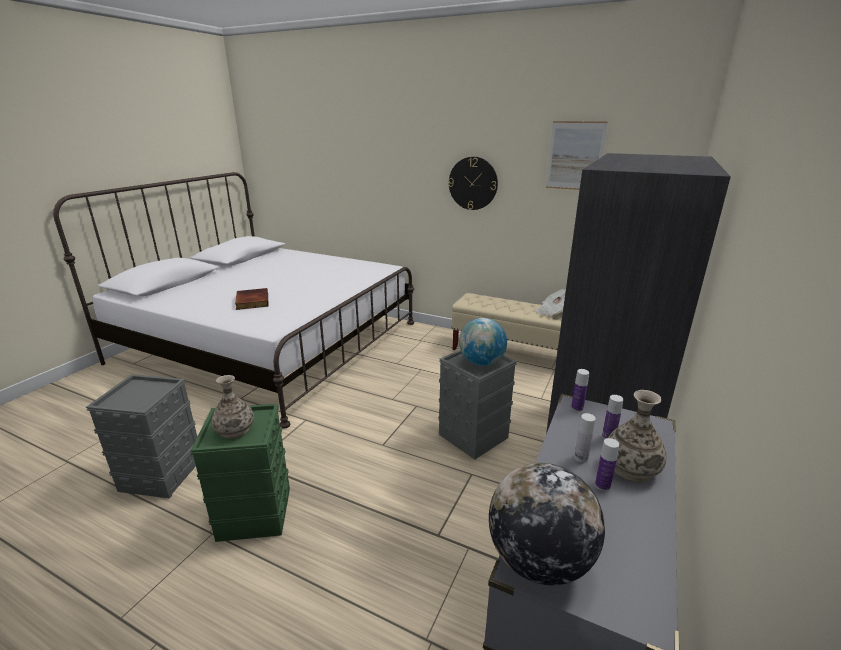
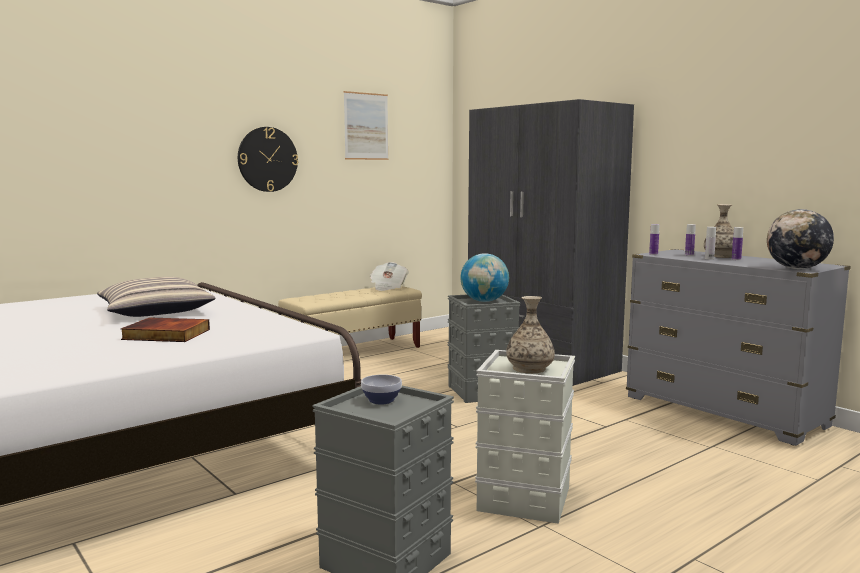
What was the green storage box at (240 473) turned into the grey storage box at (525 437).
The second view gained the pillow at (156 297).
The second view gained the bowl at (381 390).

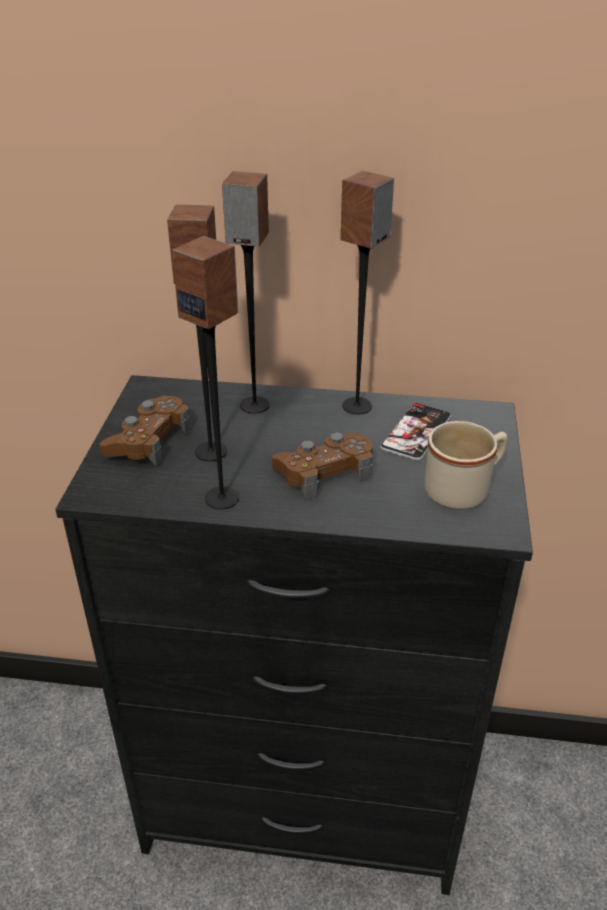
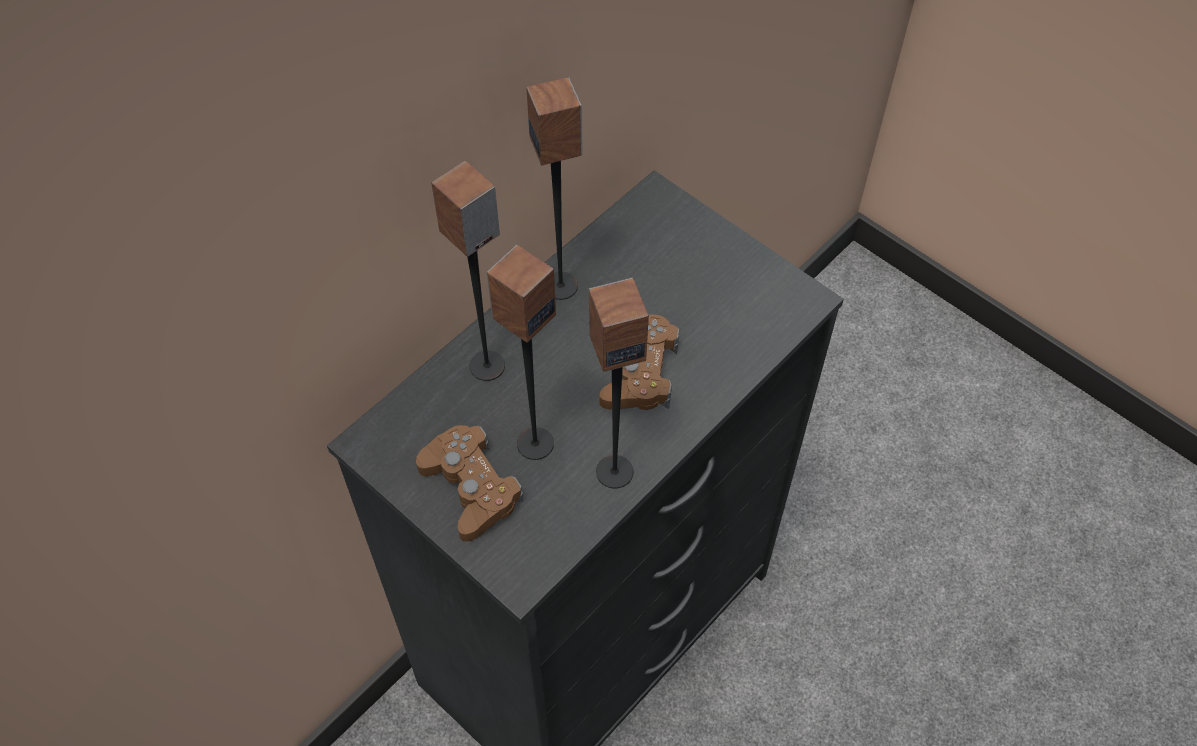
The second view lost the phone at (415 432).
The second view lost the beige mug at (465 465).

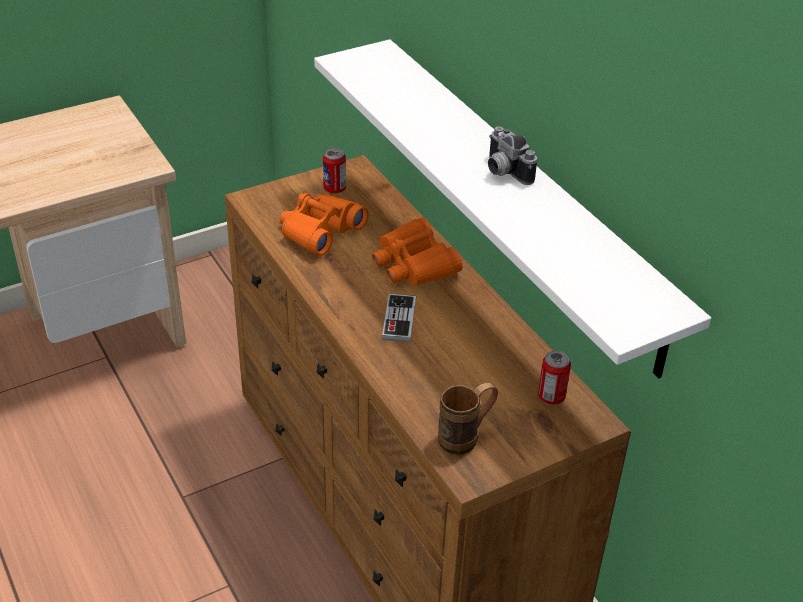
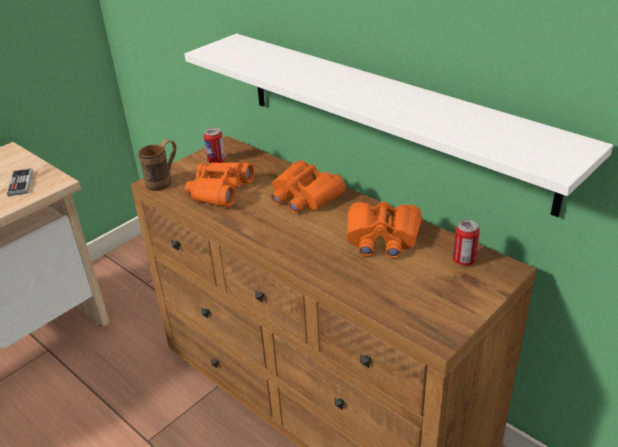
The second view lost the photo camera at (512 155).
The game controller ended up elsewhere, having gone from (399 318) to (20 182).
The brown mug ended up elsewhere, having gone from (468 419) to (157 165).
The second view gained the orange binoculars at (384 230).

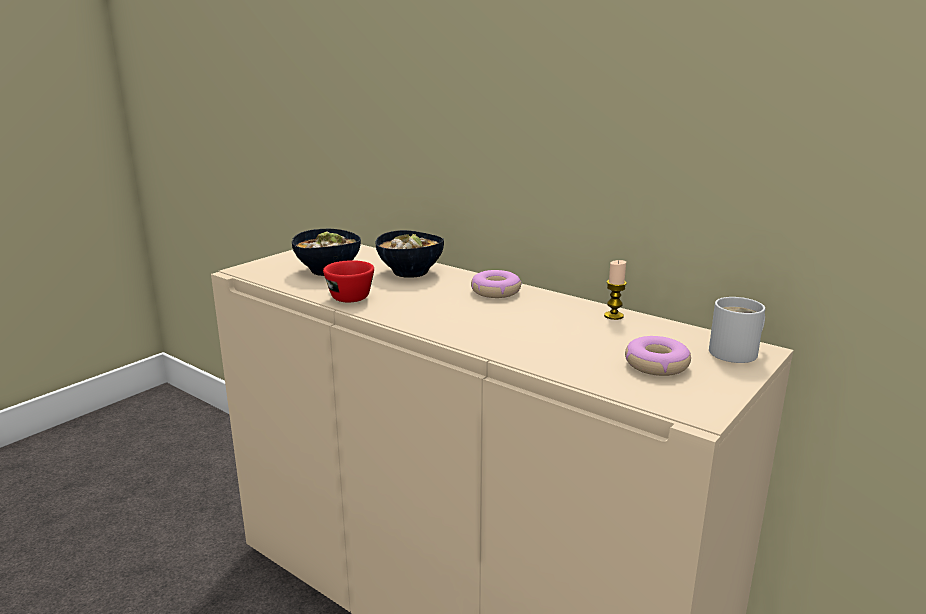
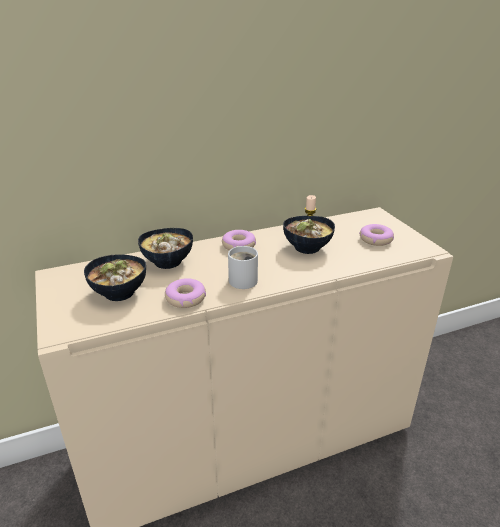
Where the red cup stood at (348 281), the donut came to stand at (185 293).
The white mug ended up elsewhere, having gone from (737 330) to (243 267).
The second view gained the bowl at (309 235).

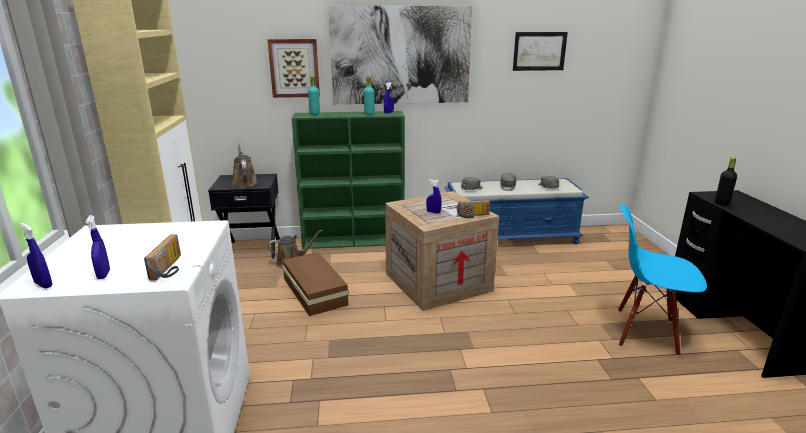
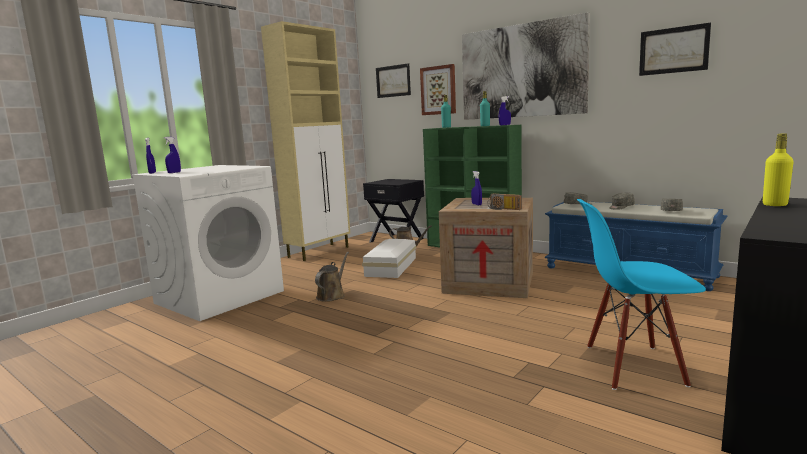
The brown watering can ended up elsewhere, having gone from (245 166) to (332 277).
What was the black bottle at (726 181) turned into the yellow bottle at (778 169).
The blue chair at (662 280) ended up facing another way, 60 degrees counterclockwise from before.
The second view lost the radio at (162 257).
What was the brown storage box at (315 284) turned into the white storage box at (389 258).
The second view gained the picture at (393 80).

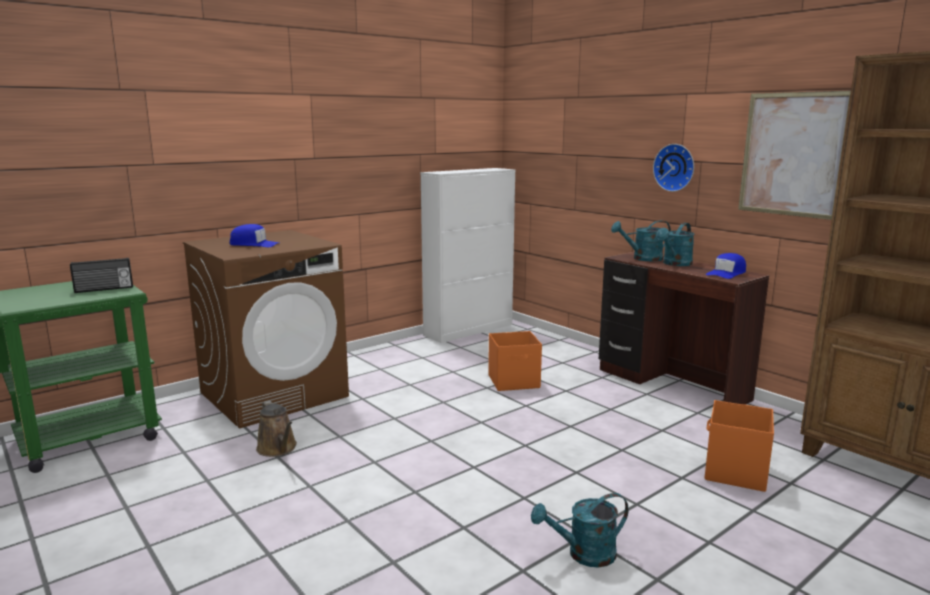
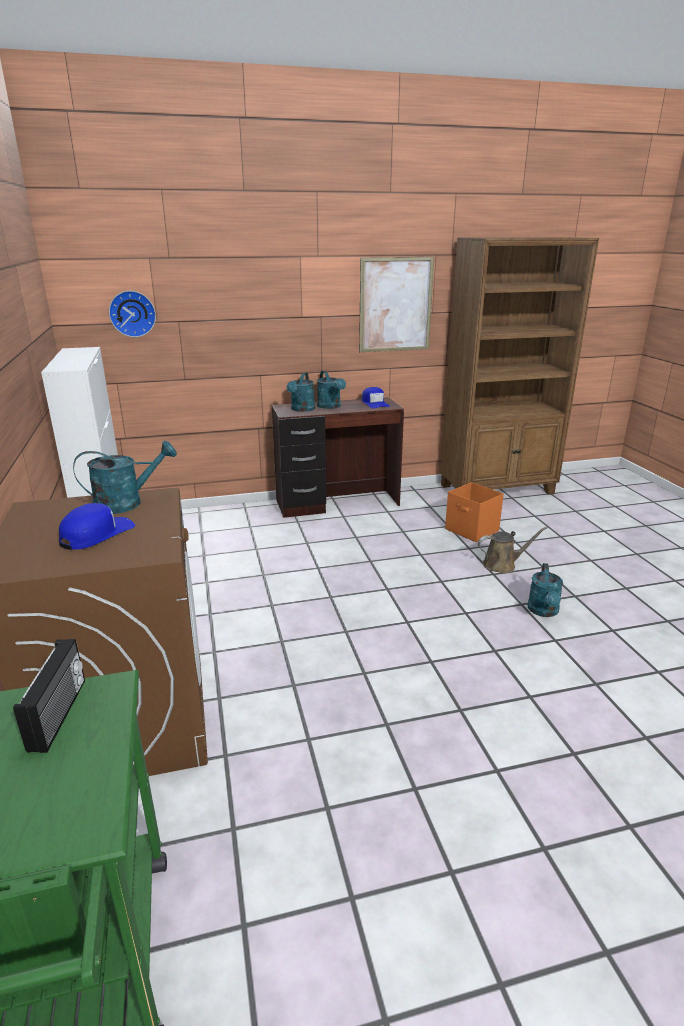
The wall clock ended up elsewhere, having gone from (673 168) to (132 314).
The second view lost the orange storage box at (515 361).
The brown watering can ended up elsewhere, having gone from (276 428) to (513 549).
The second view gained the turquoise watering can at (125 477).

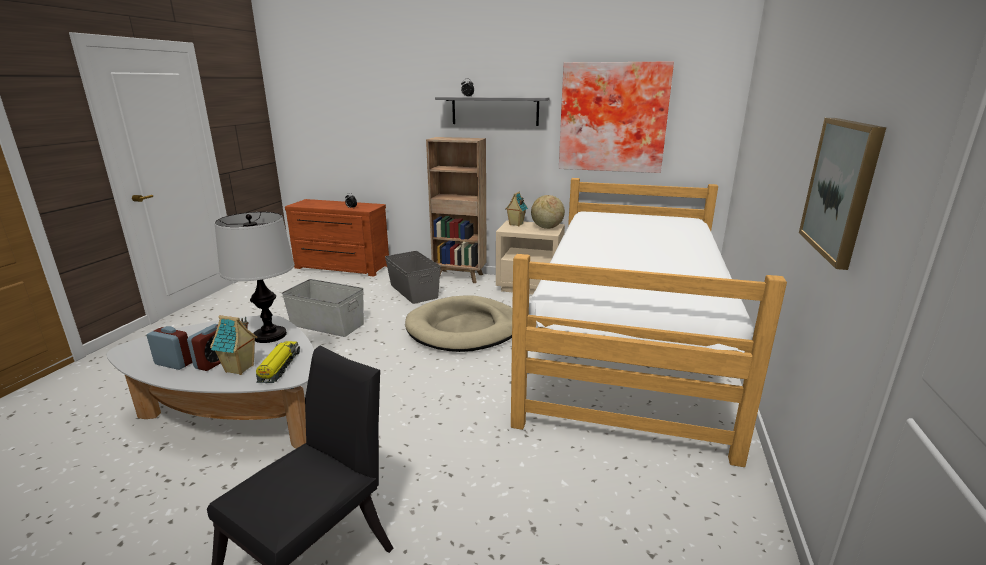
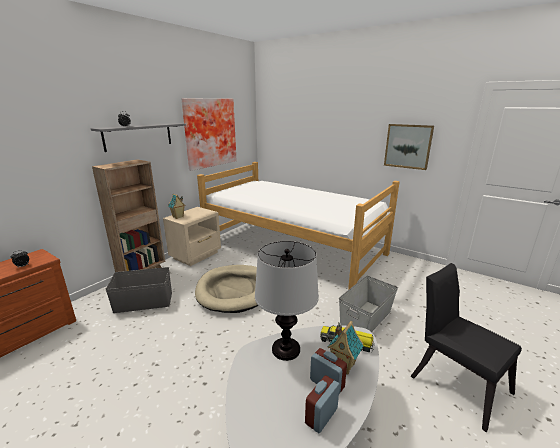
The second view lost the globe at (548 212).
The grey storage box ended up elsewhere, having gone from (323 308) to (368 304).

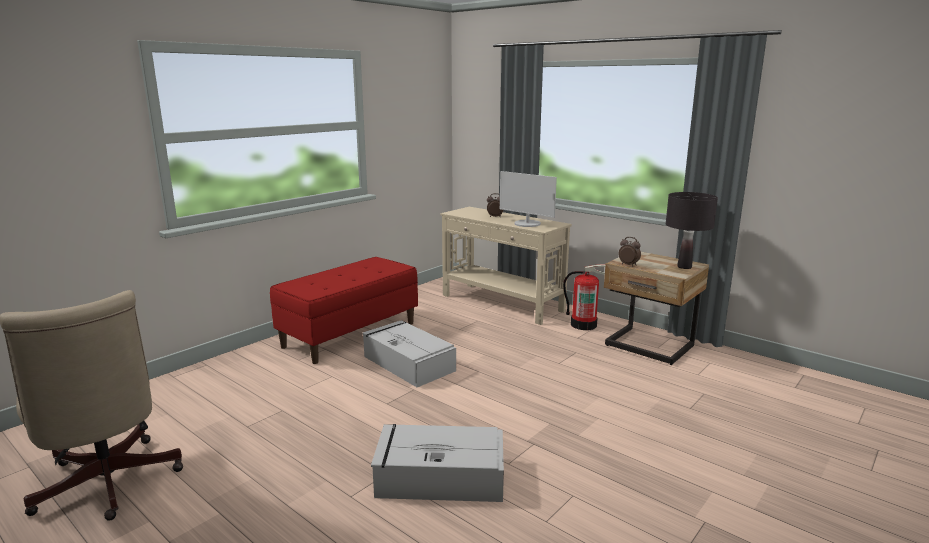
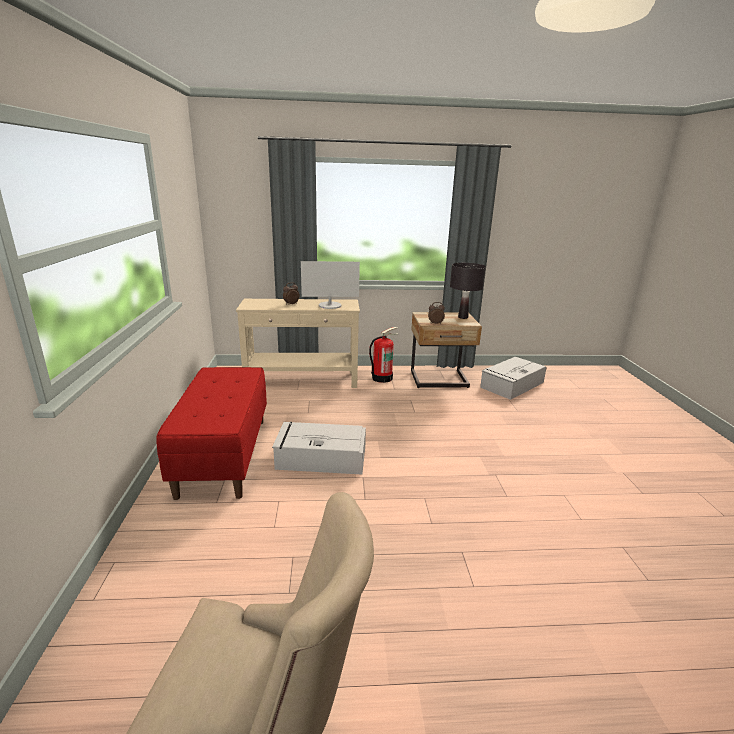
The grey storage box ended up elsewhere, having gone from (437 463) to (513 378).

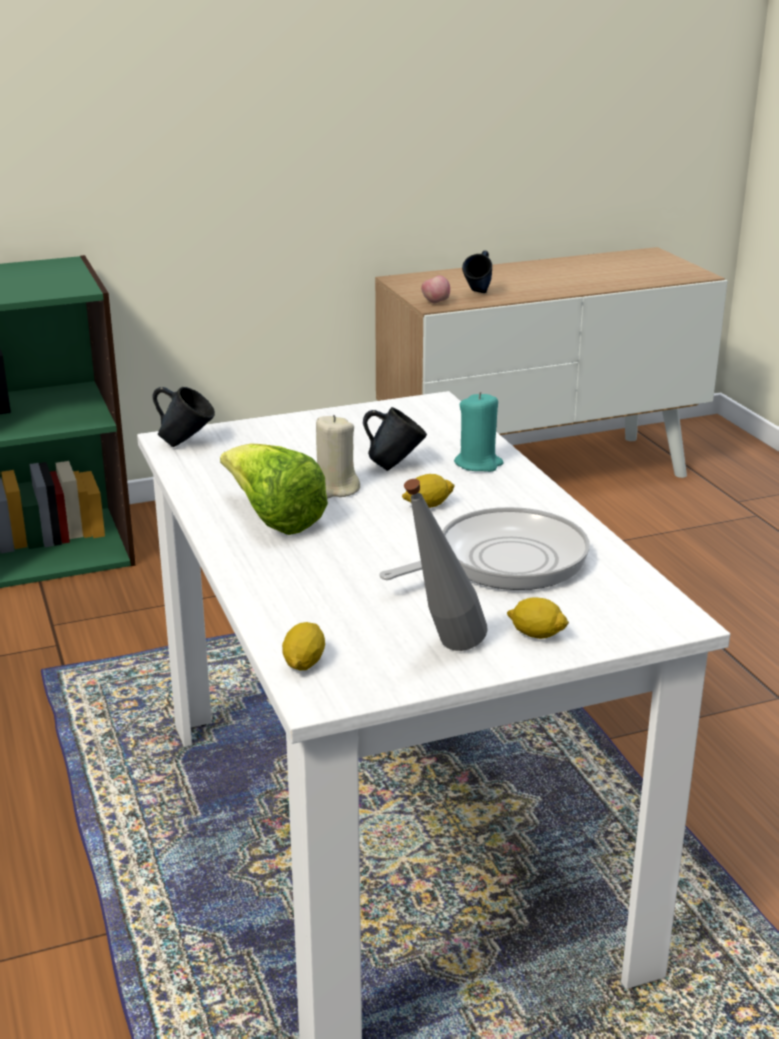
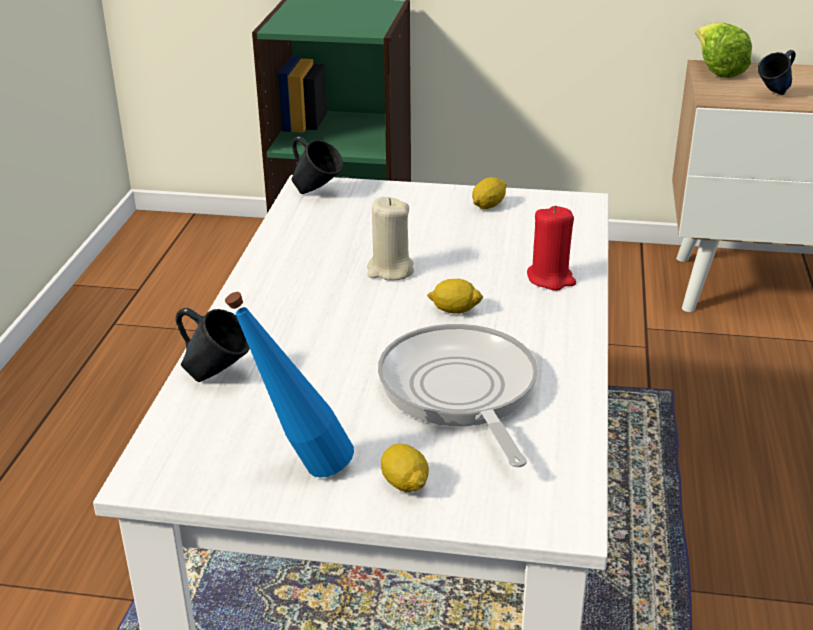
The second view lost the apple at (435 290).
What was the turquoise candle at (479 432) turned into the red candle at (551 248).
The blue mug ended up elsewhere, having gone from (395 439) to (212 345).
The lettuce ended up elsewhere, having gone from (274 489) to (724 50).
What was the grey bottle at (446 565) turned into the blue bottle at (289 385).
The frying pan at (484 548) ended up facing another way, 105 degrees counterclockwise from before.
The lemon ended up elsewhere, having gone from (303 646) to (489 193).

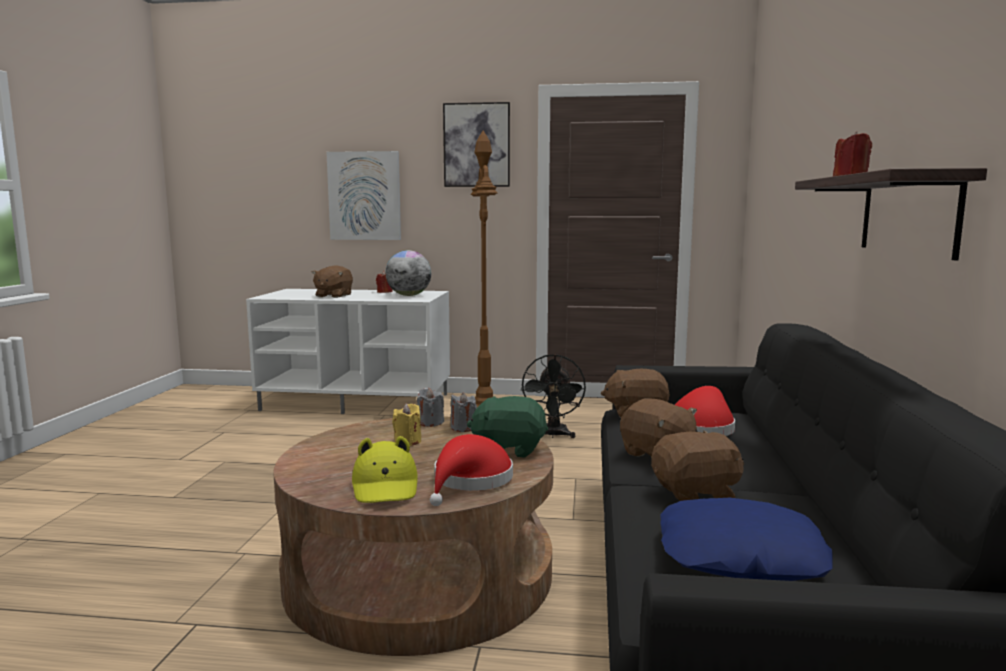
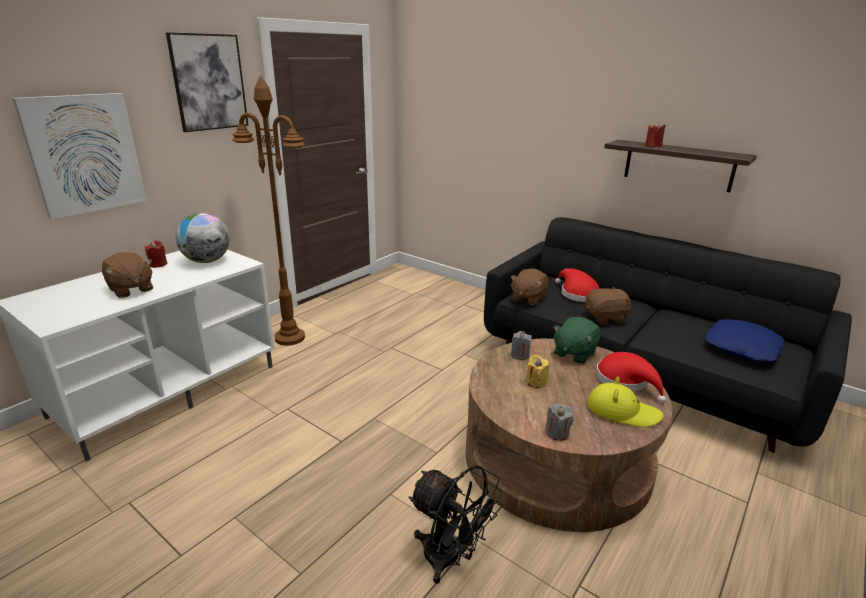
The black fan ended up elsewhere, having gone from (553 396) to (456 525).
The grey candle ended up elsewhere, having gone from (430 407) to (559 422).
The second view lost the brown plush toy at (697 465).

